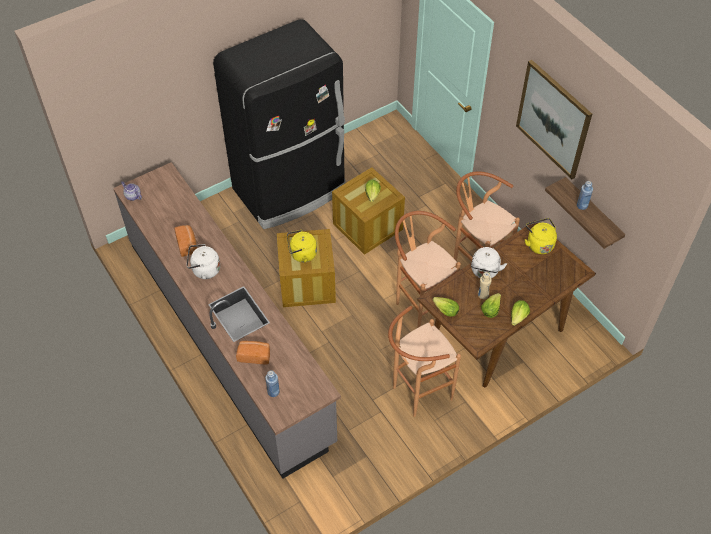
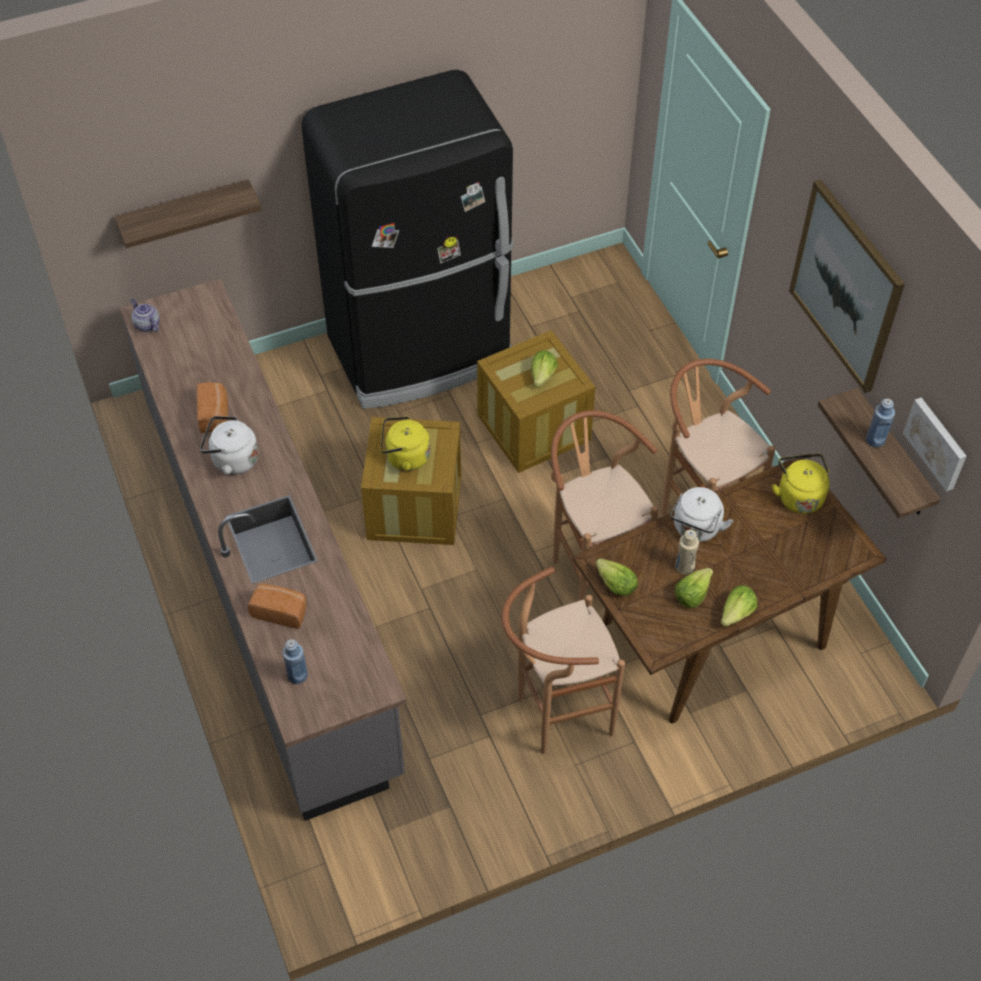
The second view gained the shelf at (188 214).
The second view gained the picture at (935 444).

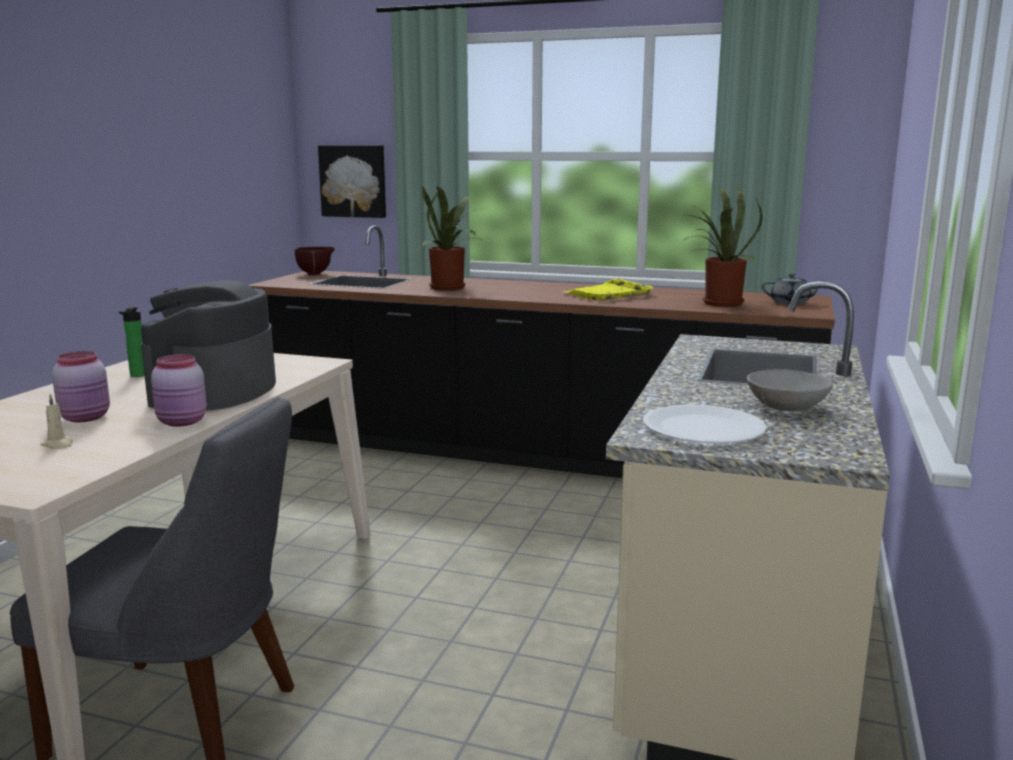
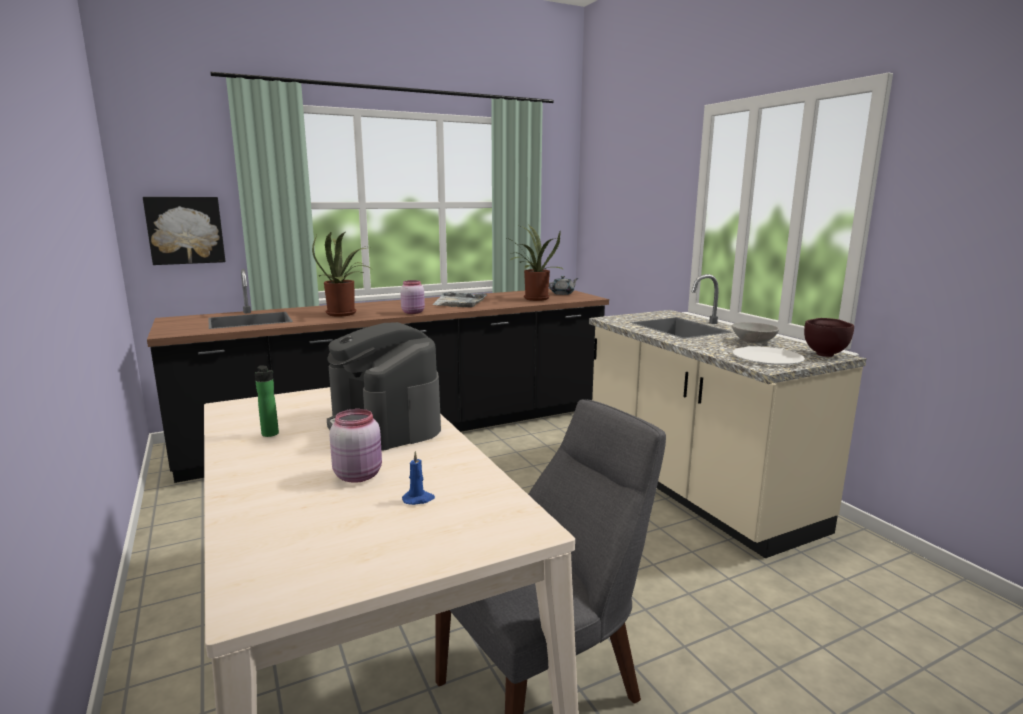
The brown bowl ended up elsewhere, having gone from (315 261) to (829 337).
What was the yellow tray at (608 290) turned into the grey tray at (460 299).
The pink jar ended up elsewhere, having gone from (179 390) to (412 297).
What was the beige candle at (56 421) turned into the blue candle at (418 478).

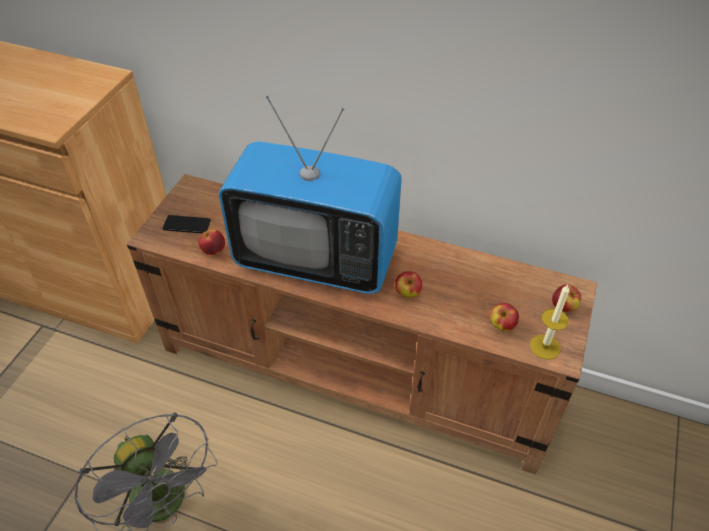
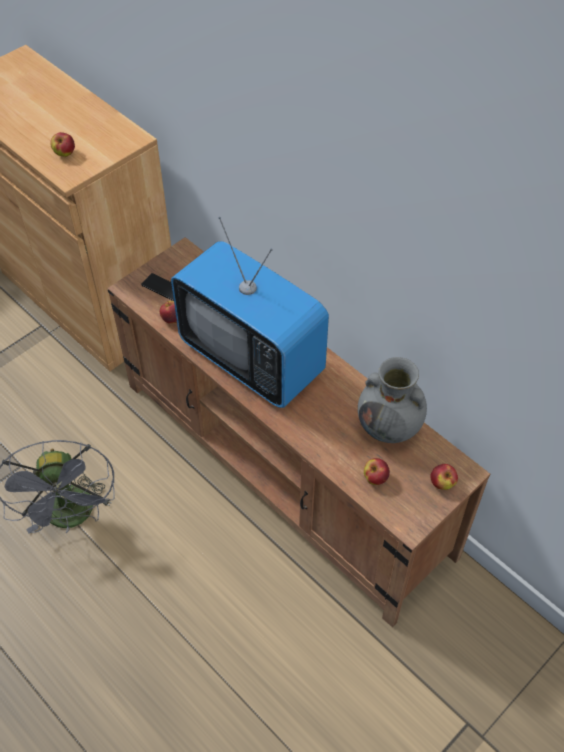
The apple ended up elsewhere, having gone from (408 284) to (62 144).
The second view lost the candle at (550 322).
The second view gained the grey vase at (392 400).

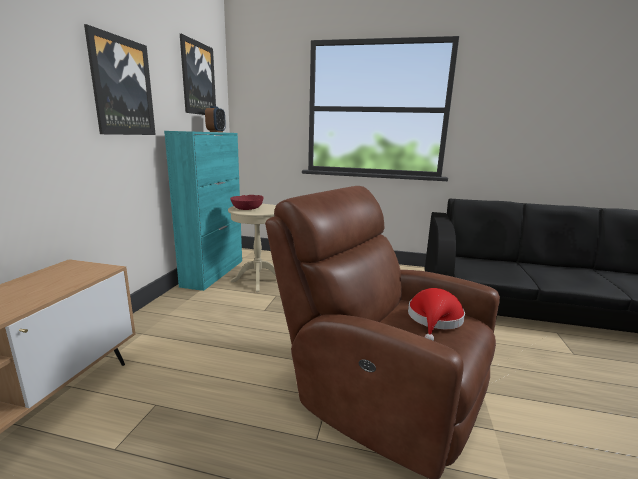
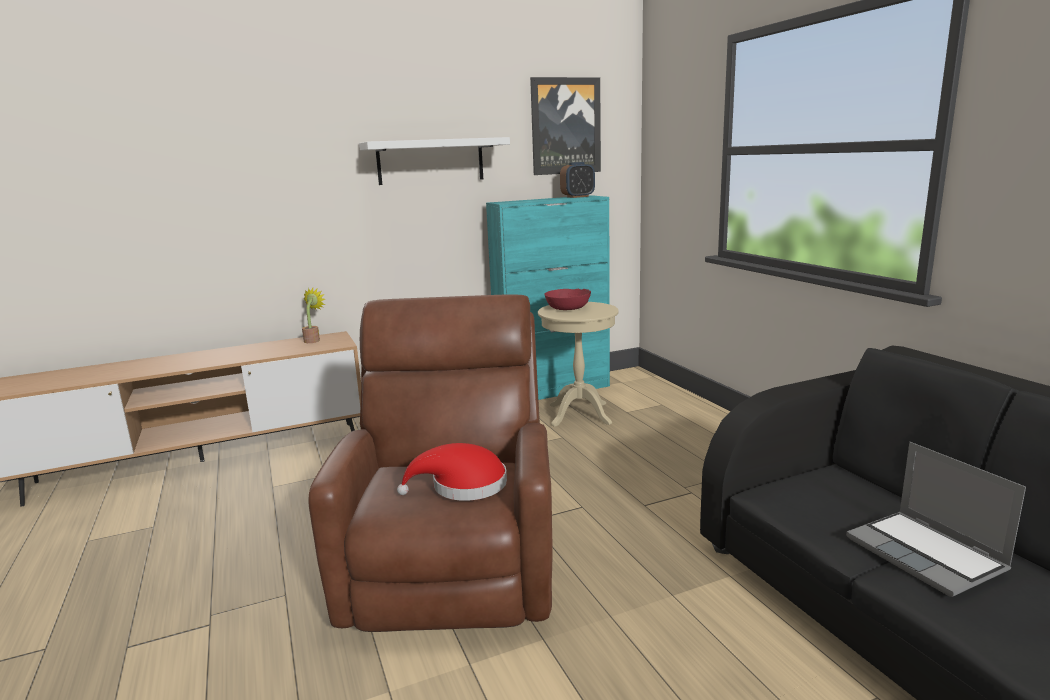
Where the picture hung at (120 79), the white shelf came to hang at (434 161).
The second view gained the potted plant at (313 315).
The second view gained the laptop at (936 519).

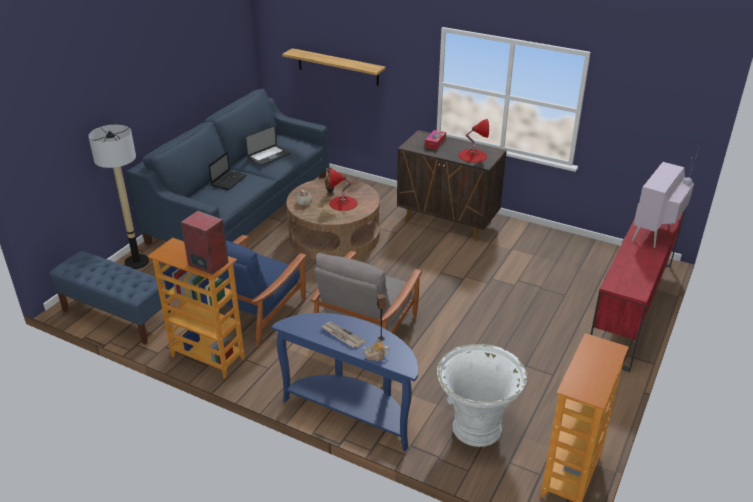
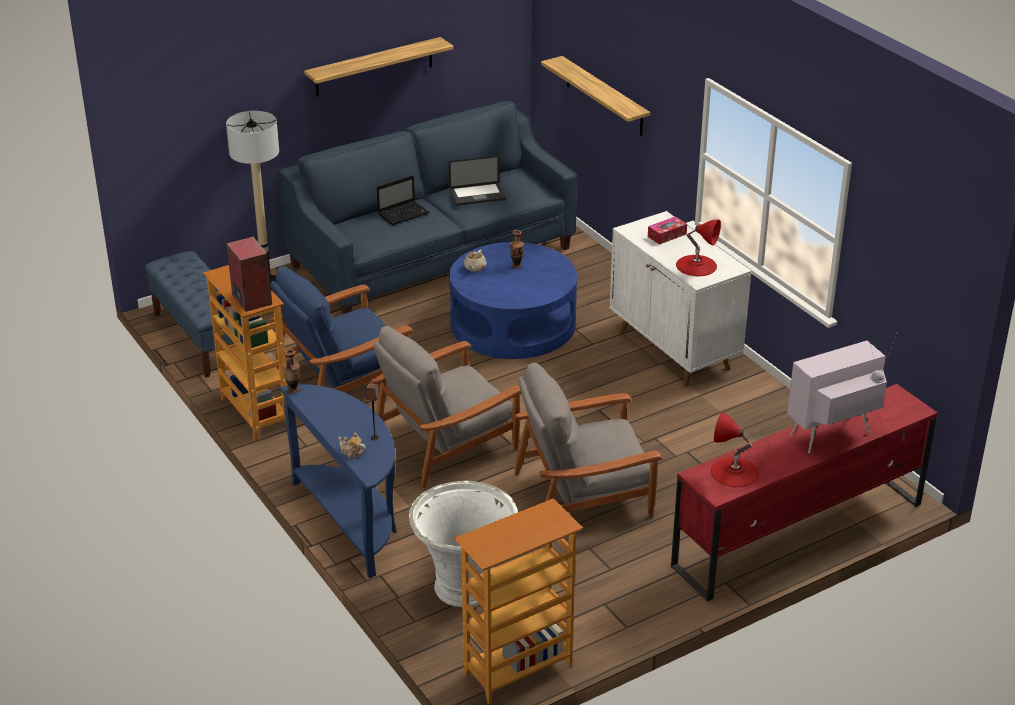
What was the brown cabinet at (452 185) turned into the white cabinet at (680 299).
The red table lamp ended up elsewhere, having gone from (343 190) to (735 449).
What was the brown coffee table at (333 219) turned into the blue coffee table at (513 300).
The second view lost the newspaper at (343 335).
The second view gained the shelf at (379 66).
The second view gained the vase at (291 371).
The second view gained the grey armchair at (588 440).

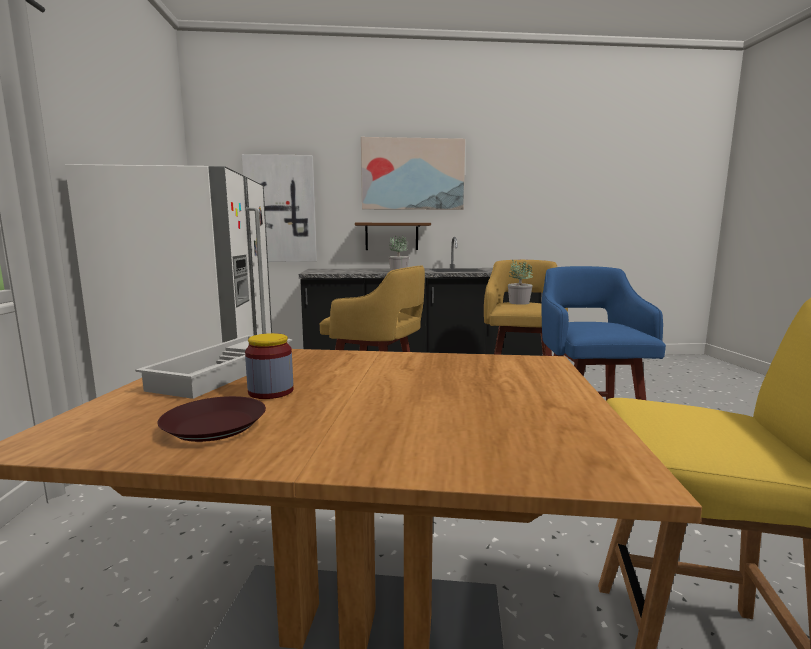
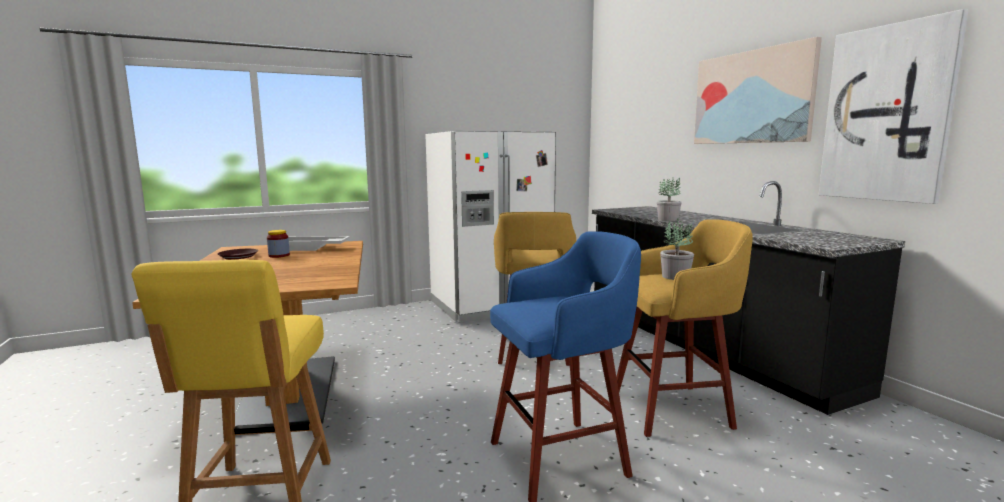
The picture ended up elsewhere, having gone from (279 208) to (893 106).
The second view lost the brown shelf at (393 236).

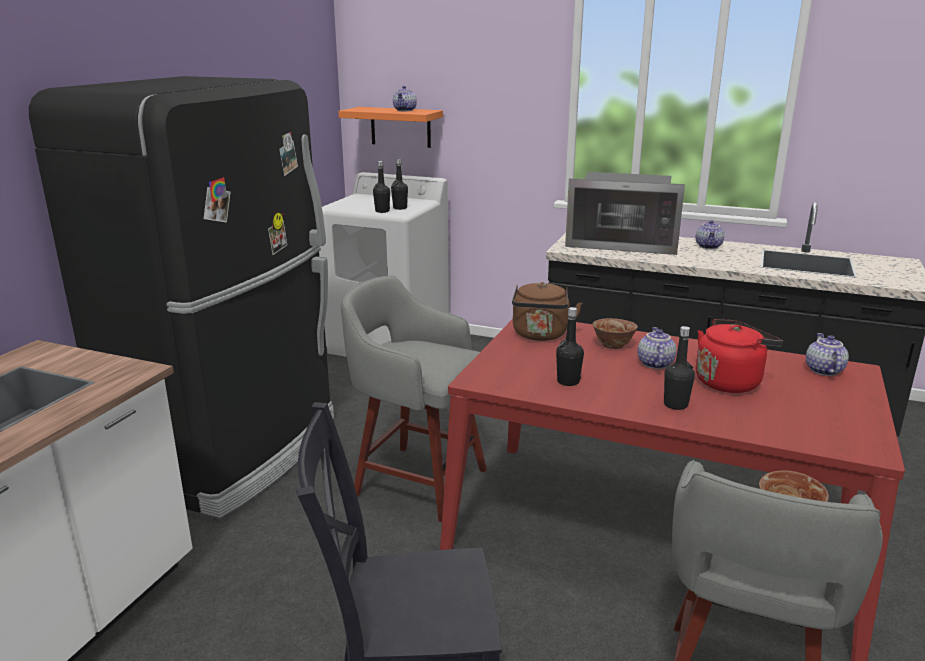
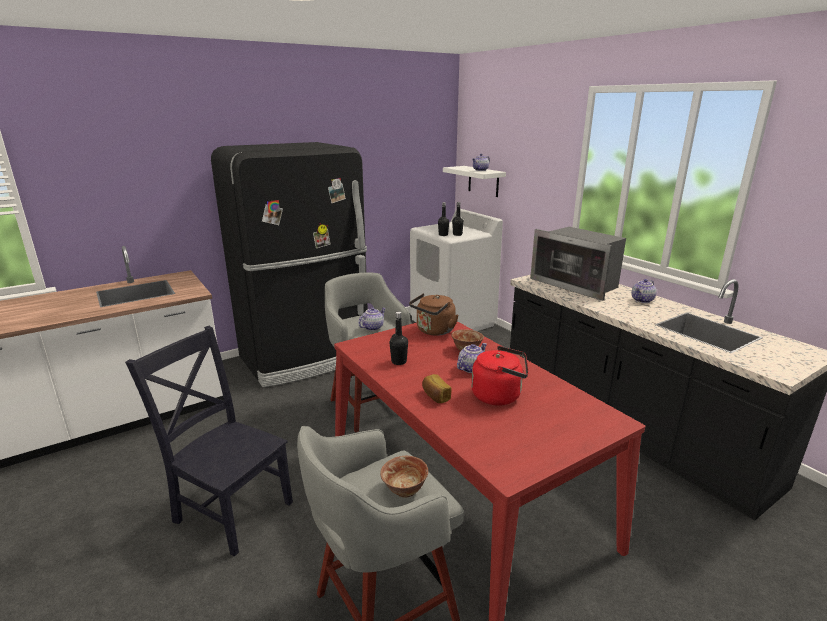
What was the orange shelf at (390 127) turned into the white shelf at (474 181).
Where the black bottle stood at (679 368), the bread came to stand at (437 388).
The teapot ended up elsewhere, having gone from (827 354) to (372 319).

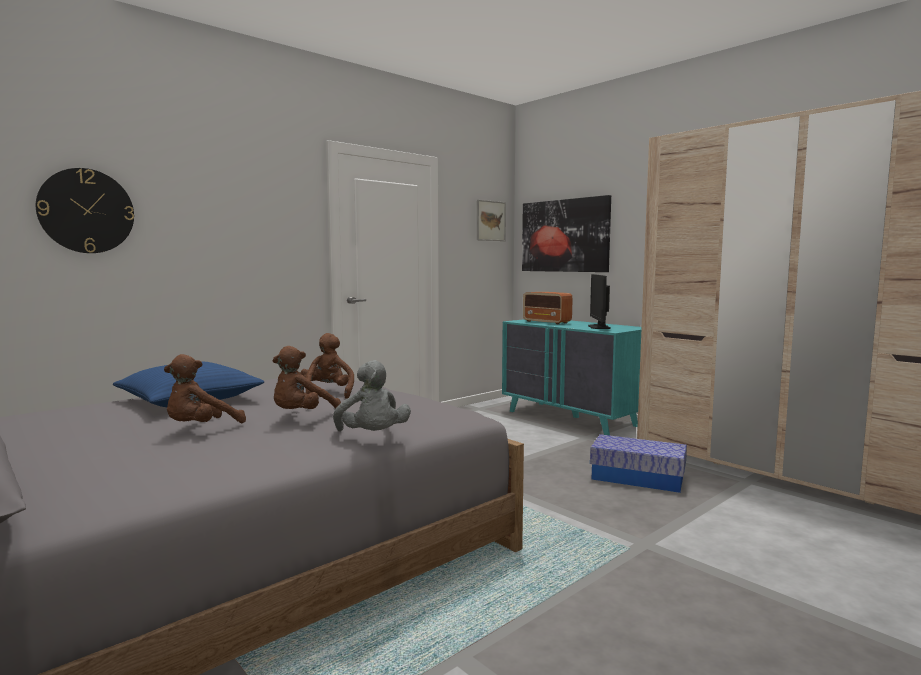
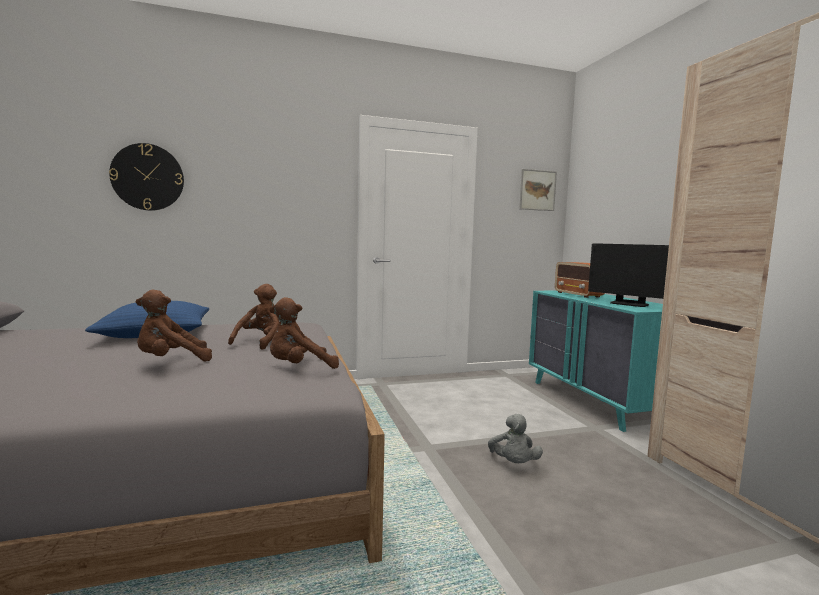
The second view lost the picture at (566 233).
The monitor at (599 301) ended up facing another way, 75 degrees counterclockwise from before.
The brown plush toy ended up elsewhere, having gone from (205 388) to (304 333).
The grey plush toy ended up elsewhere, having gone from (372 396) to (515 438).
The second view lost the storage box at (638 463).

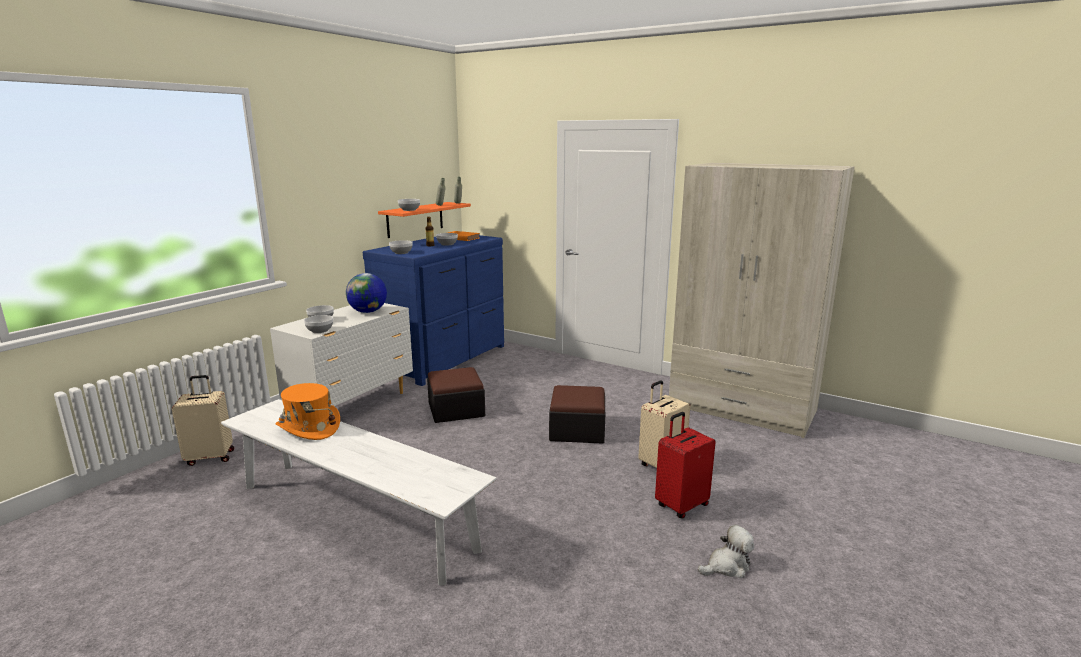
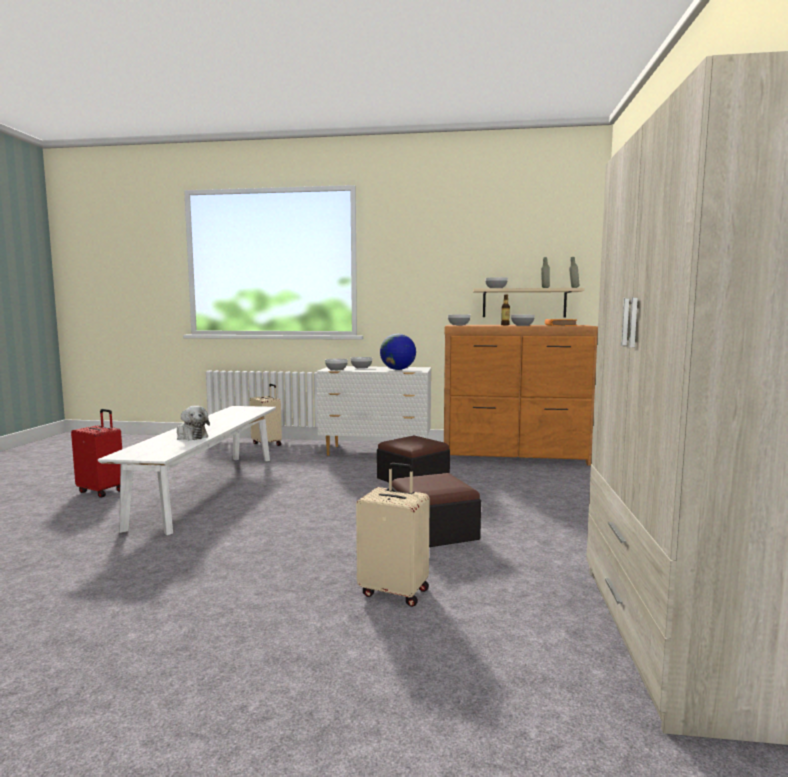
What was the orange shelf at (424 220) turned into the beige shelf at (529 302).
What was the blue dresser at (433 310) turned into the brown dresser at (521 395).
The second view lost the orange hat at (308 411).
The red suitcase ended up elsewhere, having gone from (685 465) to (96 453).
The plush toy ended up elsewhere, having gone from (726 551) to (193 423).

